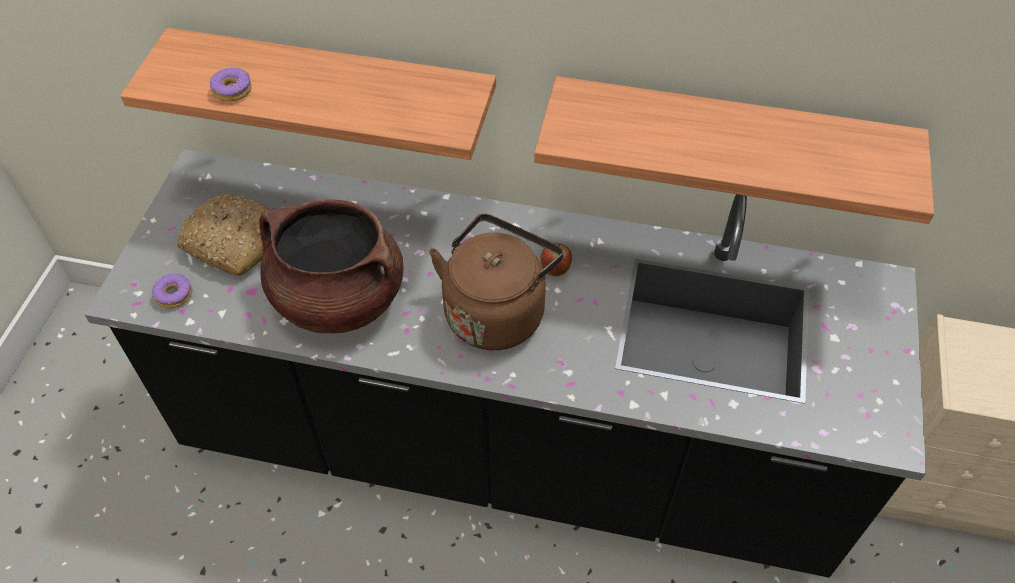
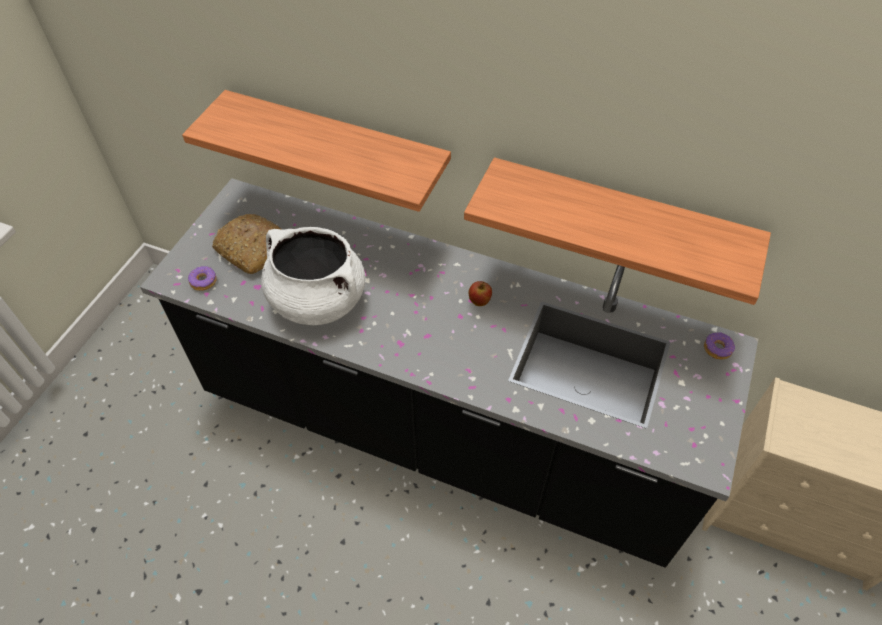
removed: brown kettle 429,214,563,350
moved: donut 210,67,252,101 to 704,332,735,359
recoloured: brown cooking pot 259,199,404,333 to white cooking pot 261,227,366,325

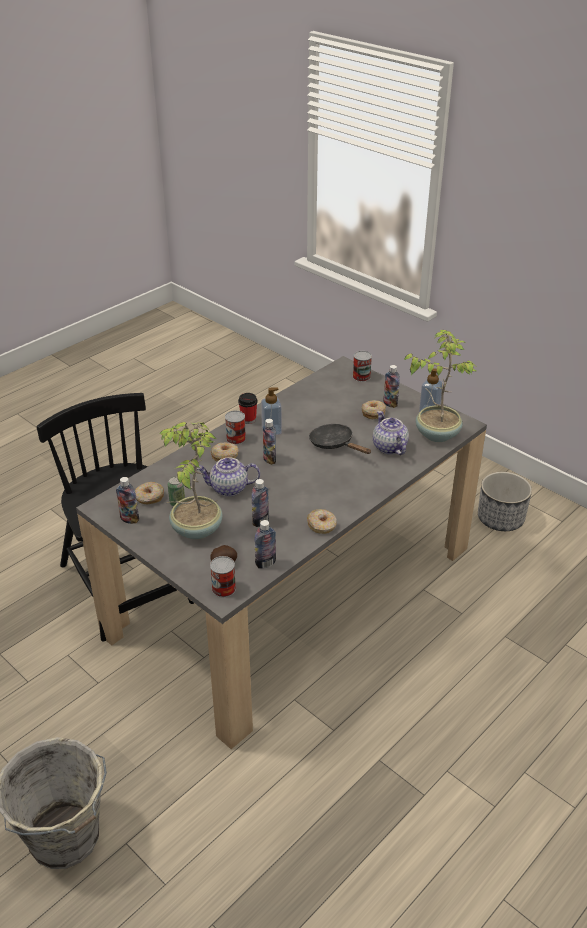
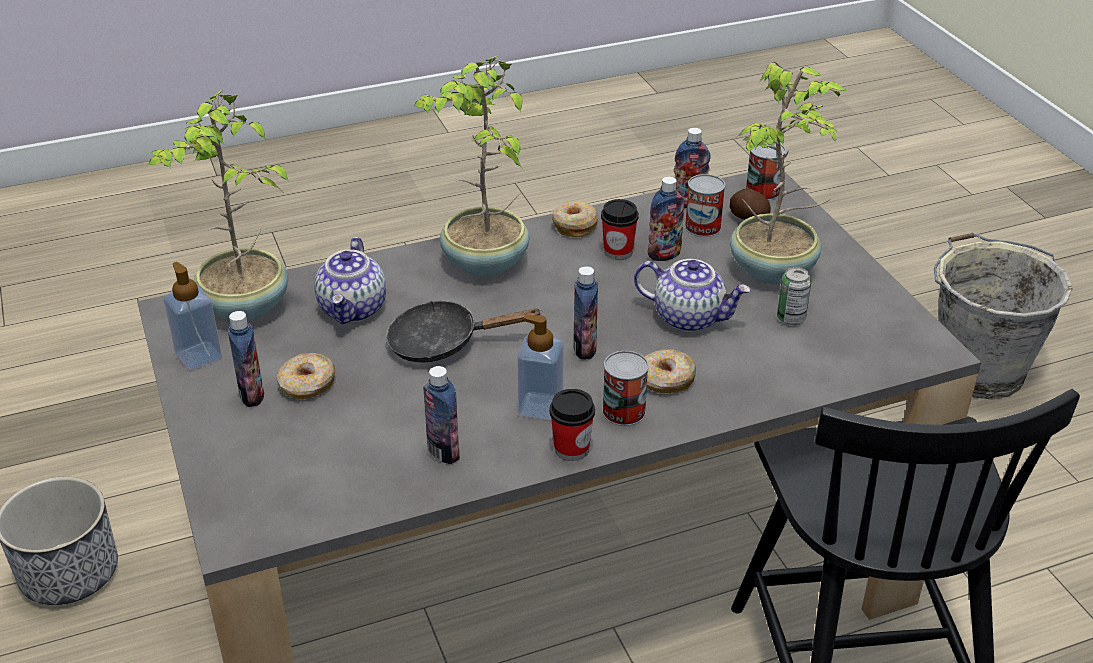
removed: donut 135,482,164,504
added: potted plant 413,56,529,277; cup 601,199,639,260
moved: bottle 116,477,139,524 to 423,366,460,464; can 353,351,372,382 to 685,174,725,237
turned: black frying pan 309,424,371,454 = 386,301,543,363 105 degrees clockwise

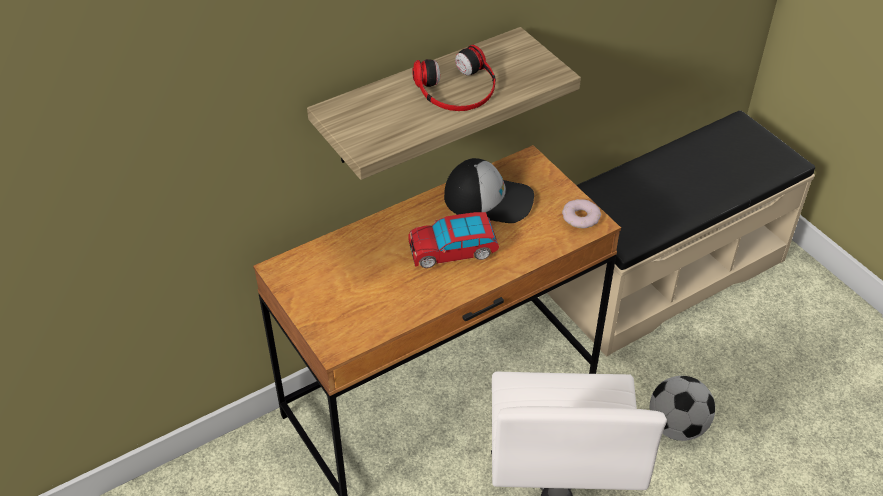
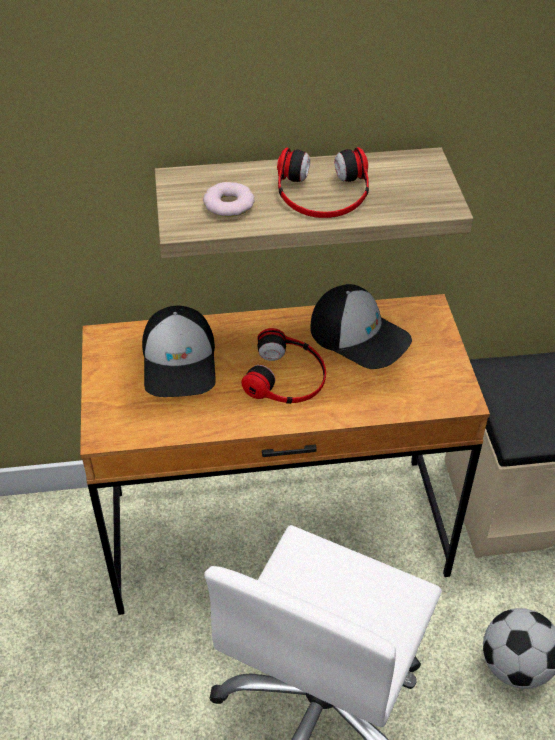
added: cap 142,306,216,397
moved: donut 562,199,601,228 to 203,182,254,217
replaced: toy car 408,212,499,268 to headphones 241,328,326,404

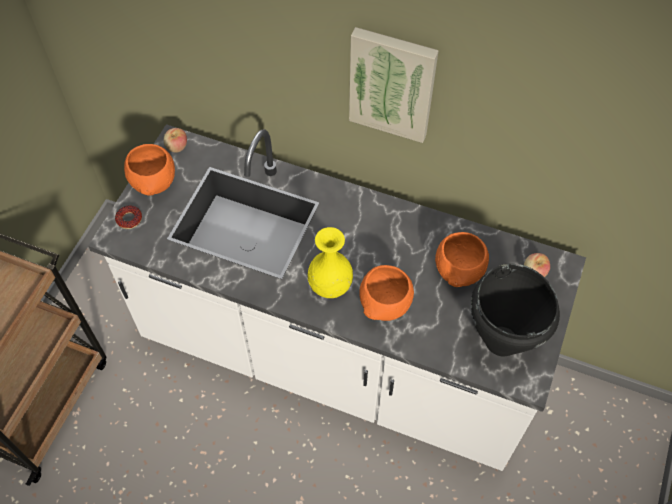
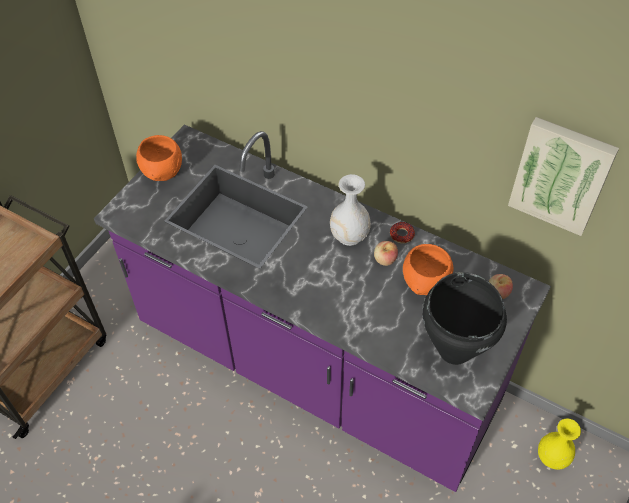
removed: orange bowl 359,265,414,321
added: white vase 330,174,371,246
moved: donut 115,205,142,229 to 390,222,415,244; apple 164,128,187,153 to 374,241,398,266; yellow vase 308,227,353,298 to 538,418,581,470; picture 349,27,439,143 to 508,117,619,236
recoloured: white counter 88,124,586,471 to purple counter 94,124,551,492

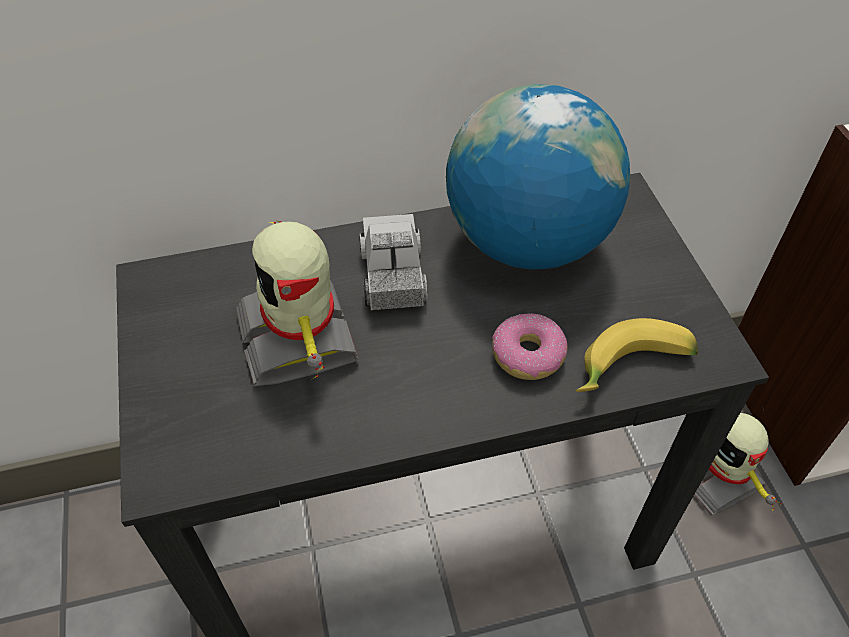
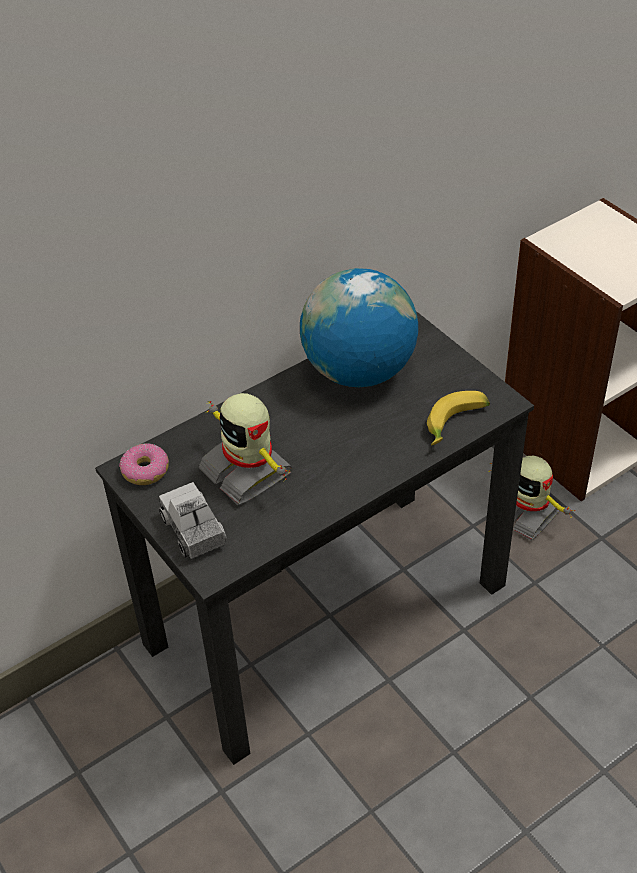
moved: toy truck 360,214,428,310 to 159,482,227,559; donut 492,313,568,380 to 119,443,169,485

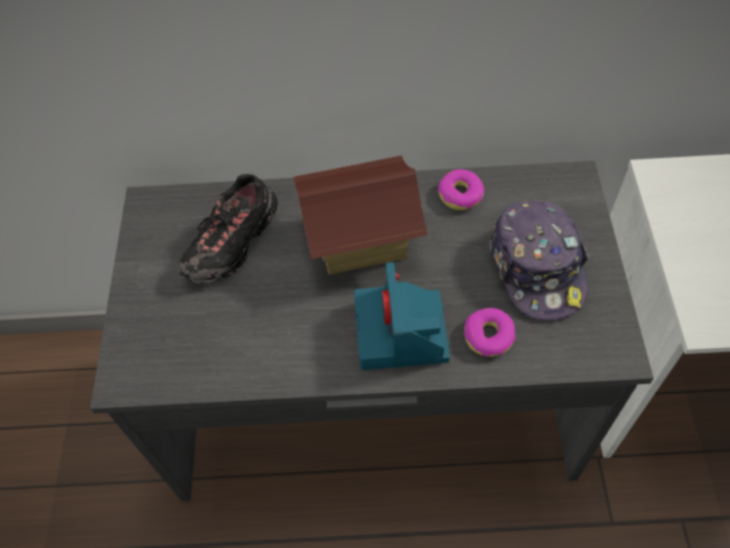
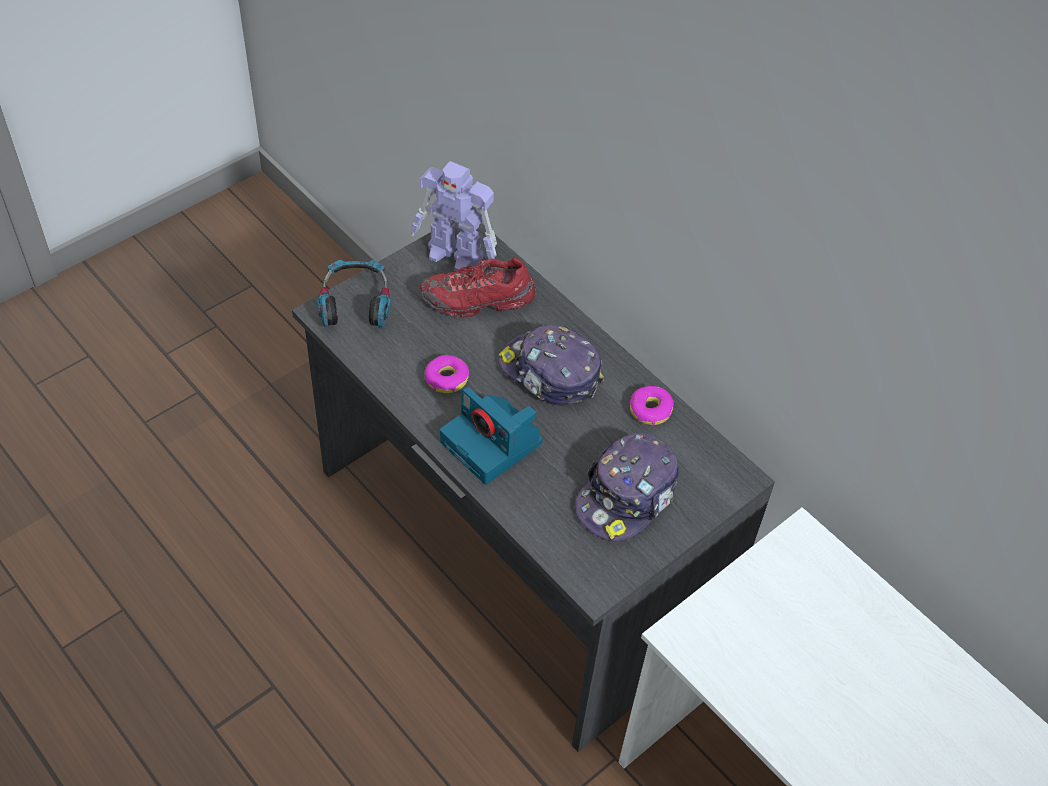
added: headphones 317,260,391,327; toy robot 411,161,497,271
moved: donut 464,308,515,357 to 425,355,469,393
replaced: toy house 293,155,428,275 to cap 498,324,604,406
recoloured: black shoe 179,174,278,284 to red shoe 420,257,536,318
turned: photo camera 354,262,450,370 = 440,387,543,485 90 degrees counterclockwise

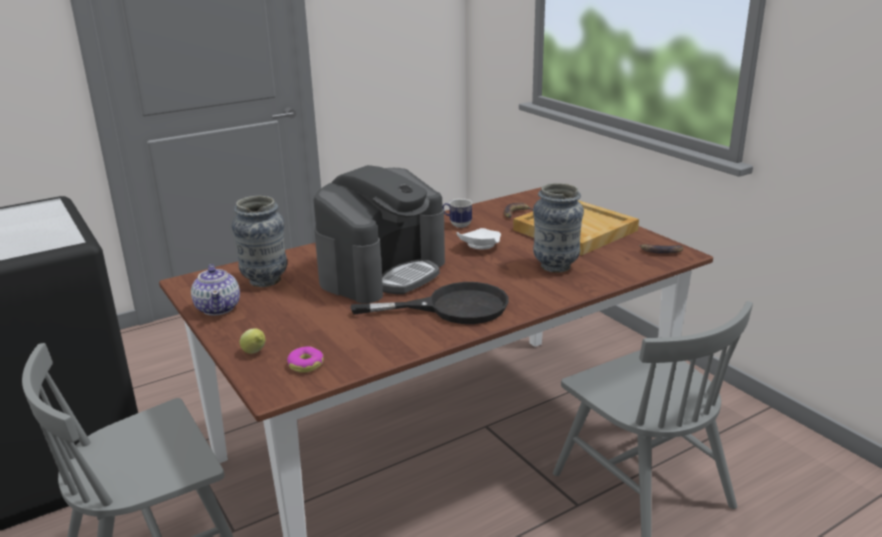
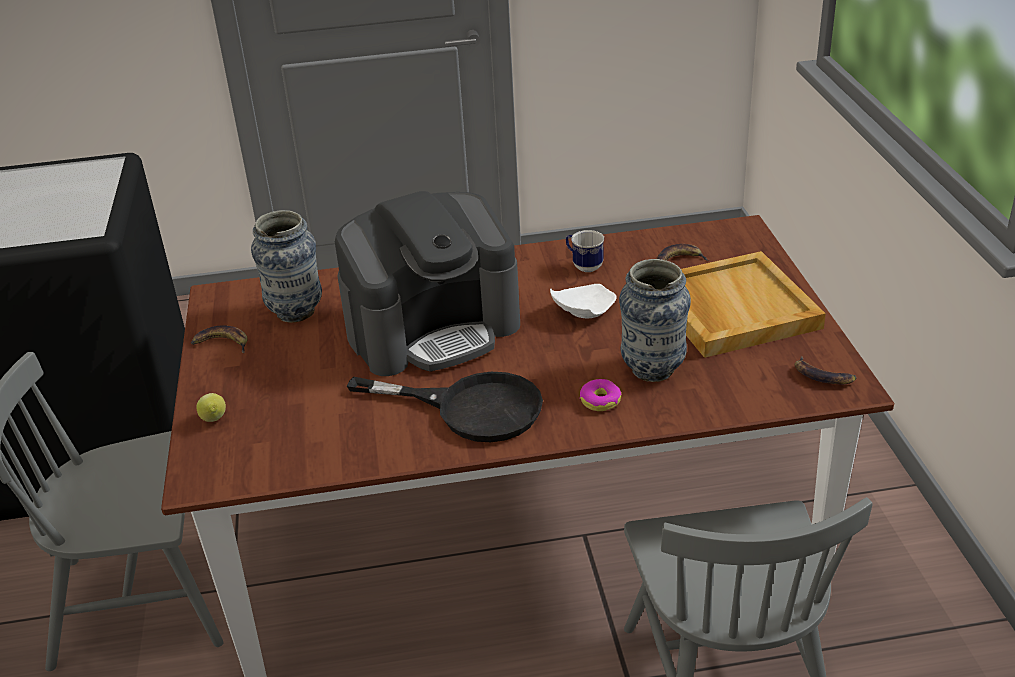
moved: donut 287,346,323,373 to 580,379,621,411
replaced: teapot 191,264,240,316 to banana 191,325,248,353

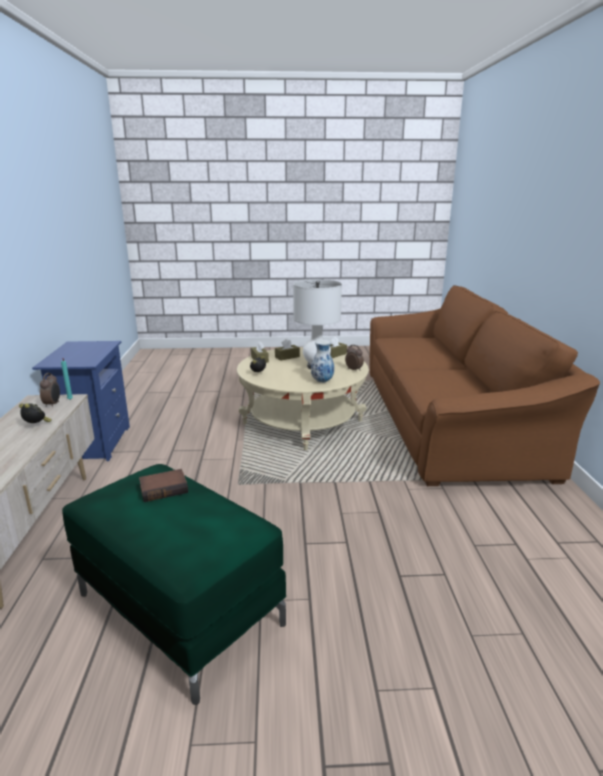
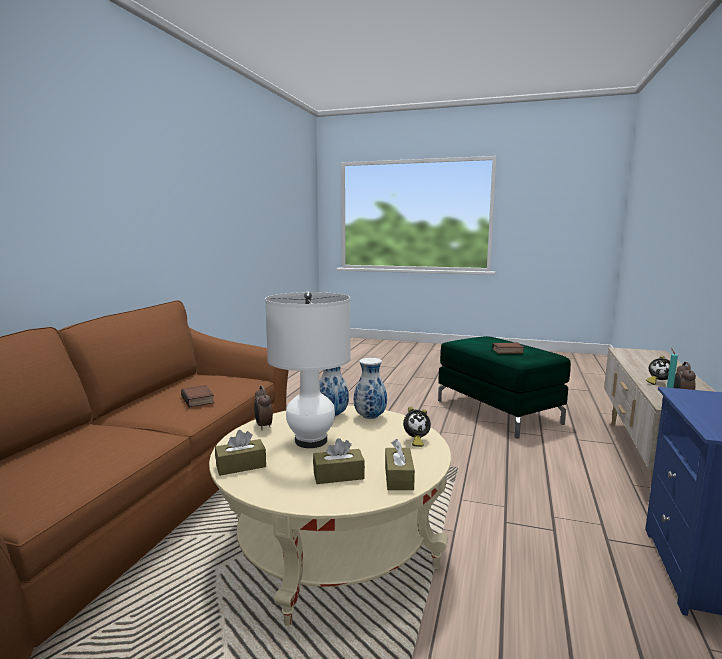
added: book 181,385,215,408; vase 354,358,387,419

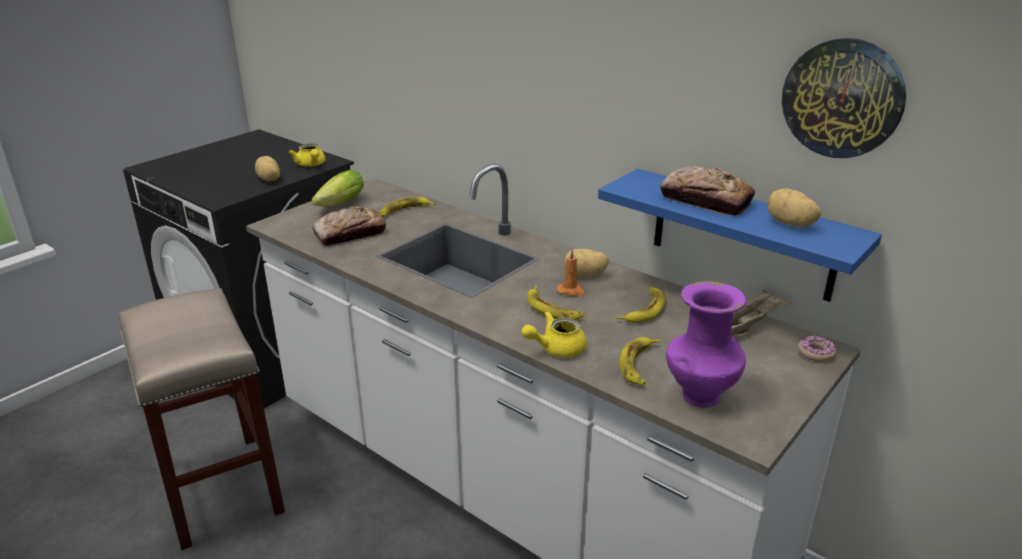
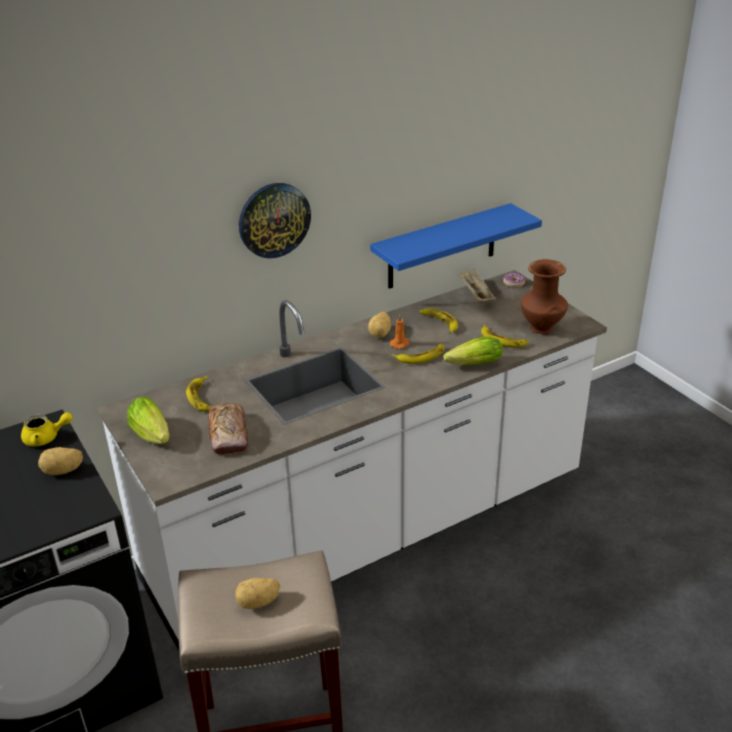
removed: bread 660,166,755,216
moved: potato 768,188,821,227 to 235,578,280,609; wall clock 782,38,906,158 to 239,183,311,258
replaced: yellow teapot 522,311,587,357 to lettuce 443,336,503,365
recoloured: purple vase 666,281,746,408 to brown vase 521,259,568,335

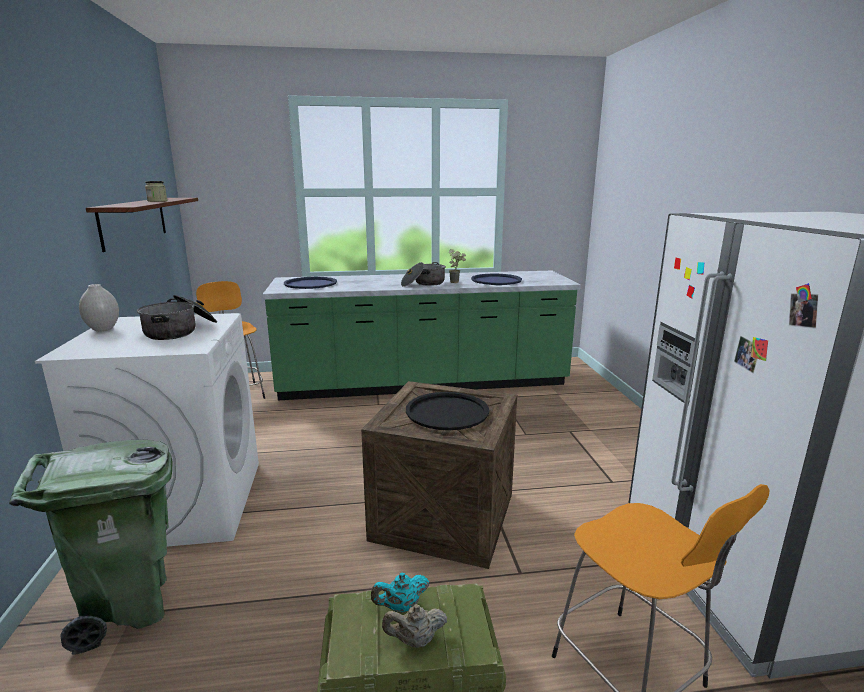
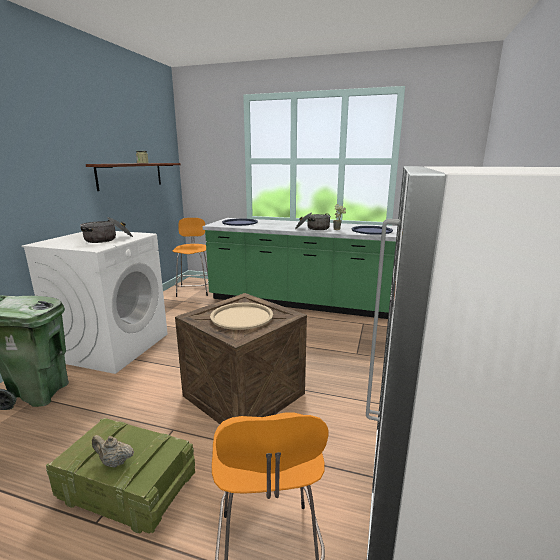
removed: white vase 79,284,119,332; turquoise teapot 371,572,429,613
recoloured: black tray 406,392,490,430 to beige tray 210,303,273,330

